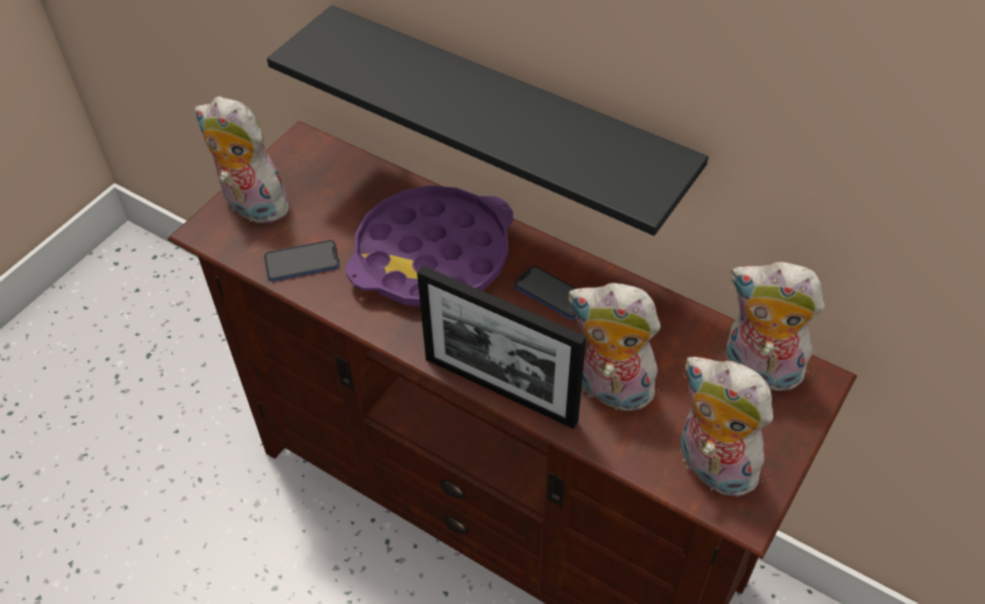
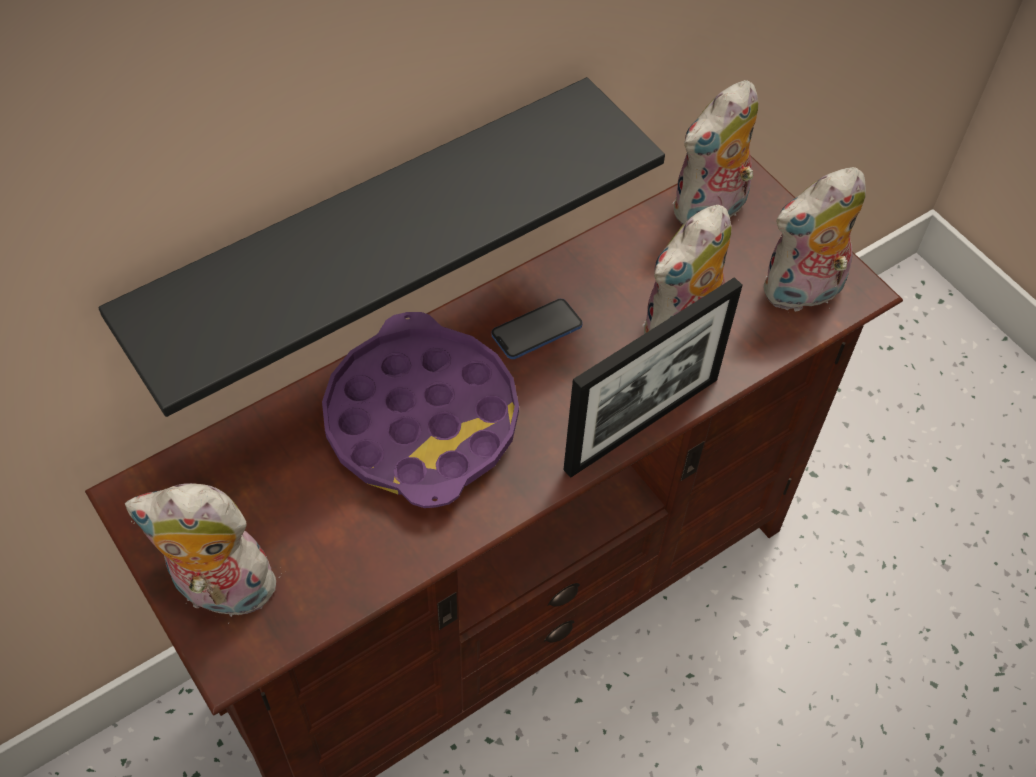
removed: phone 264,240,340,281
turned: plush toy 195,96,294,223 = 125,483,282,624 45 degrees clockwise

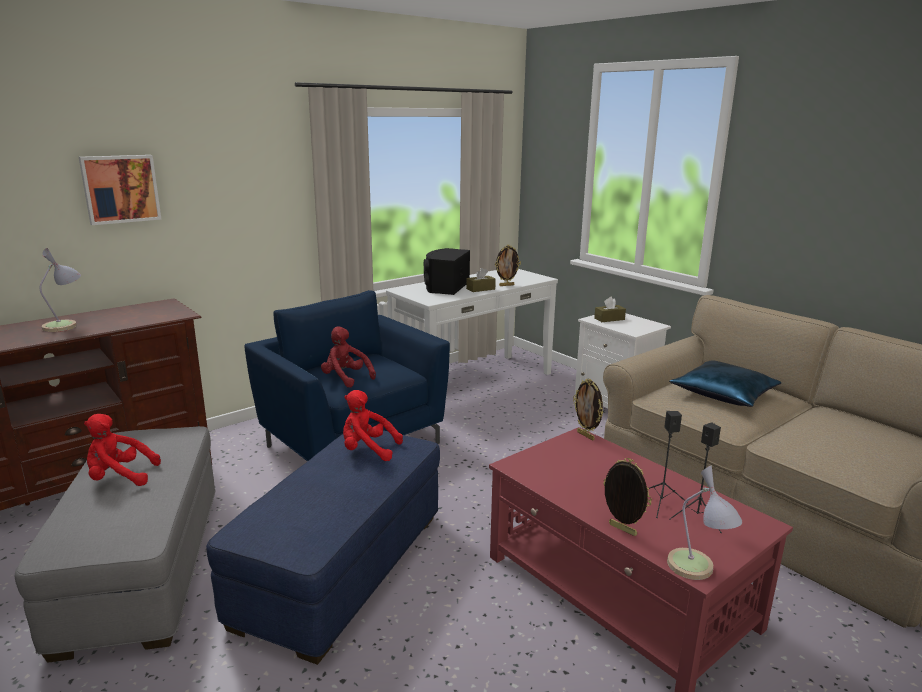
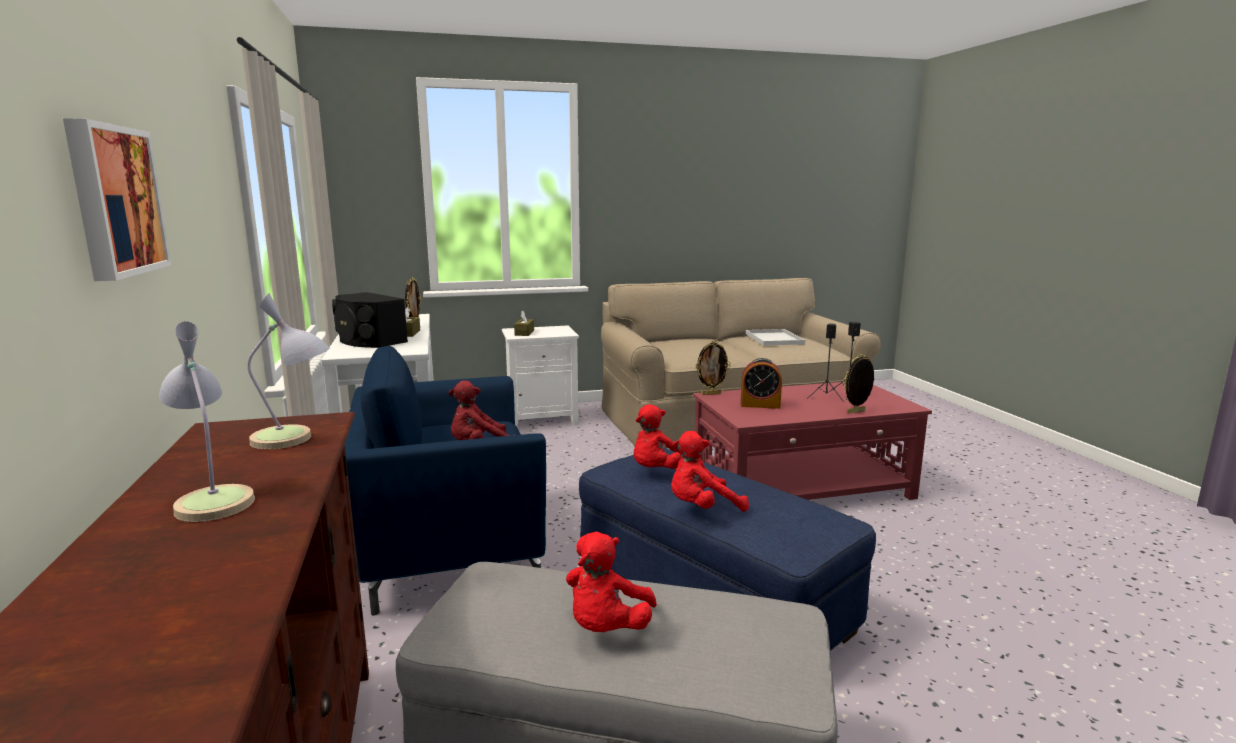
removed: blue pillow 669,360,781,407
added: red plush toy 671,431,749,512; alarm clock 741,358,782,409; white tray 746,329,805,346
moved: table lamp 667,465,743,580 to 247,293,330,450

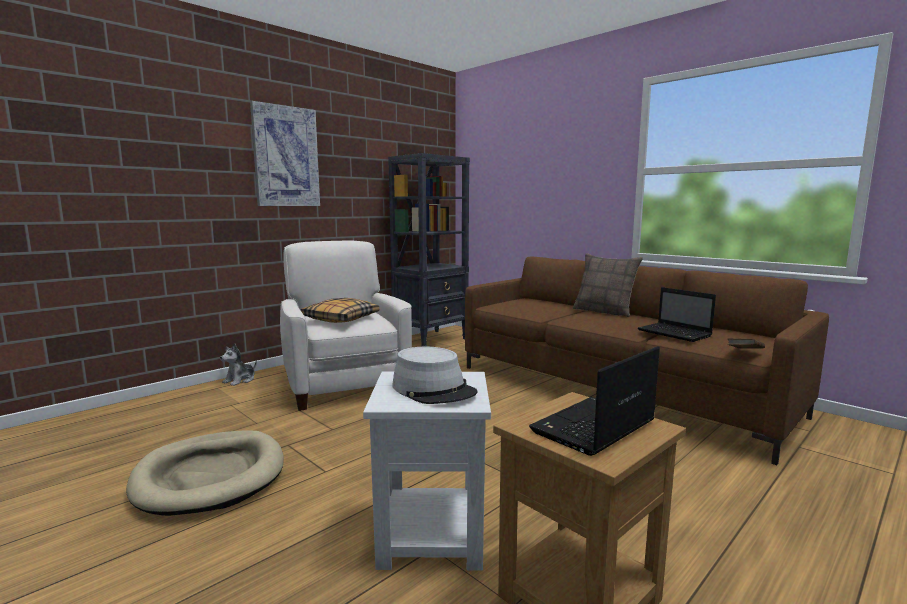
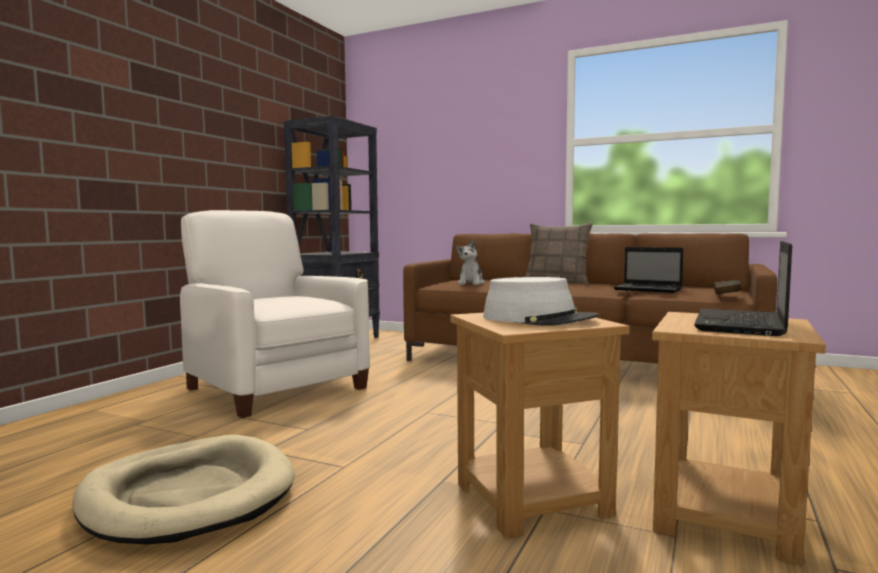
removed: picture 250,101,320,206; pillow 301,298,379,323
moved: plush toy 220,343,257,386 to 456,240,485,285
recoloured: white side table 363,371,491,570 to brown side table 450,313,630,539

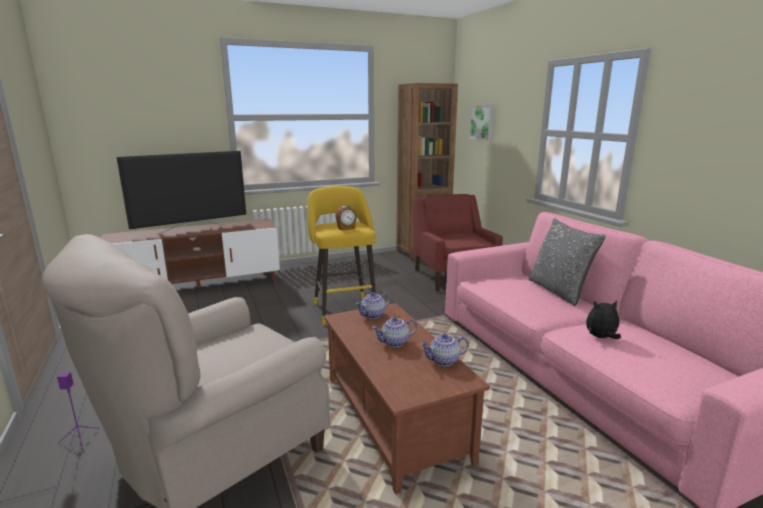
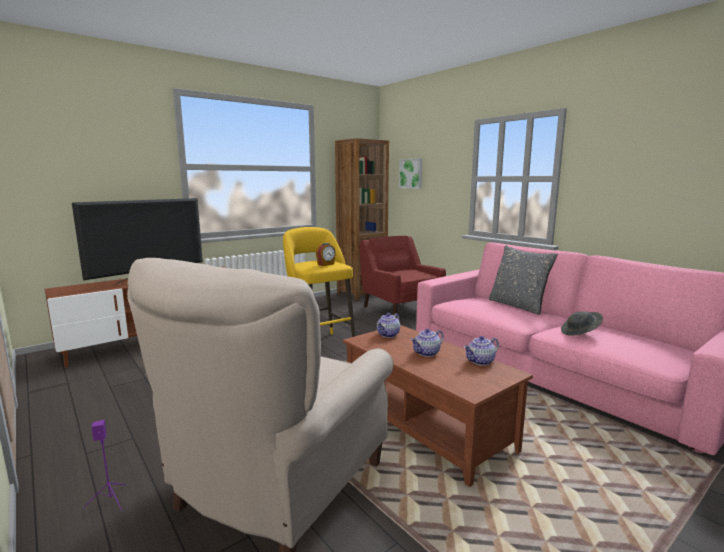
replaced: plush toy 586,301,621,339 to grey hat 561,311,603,336

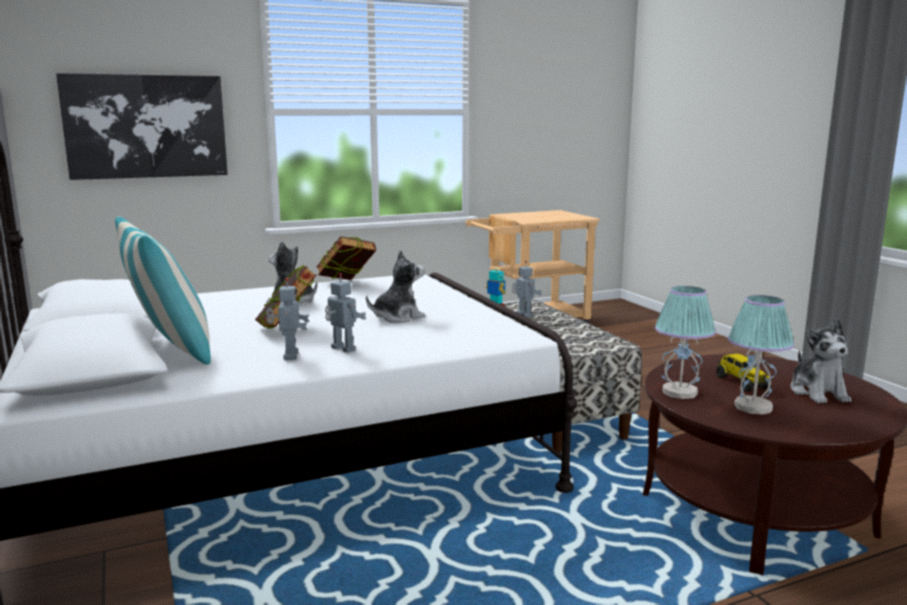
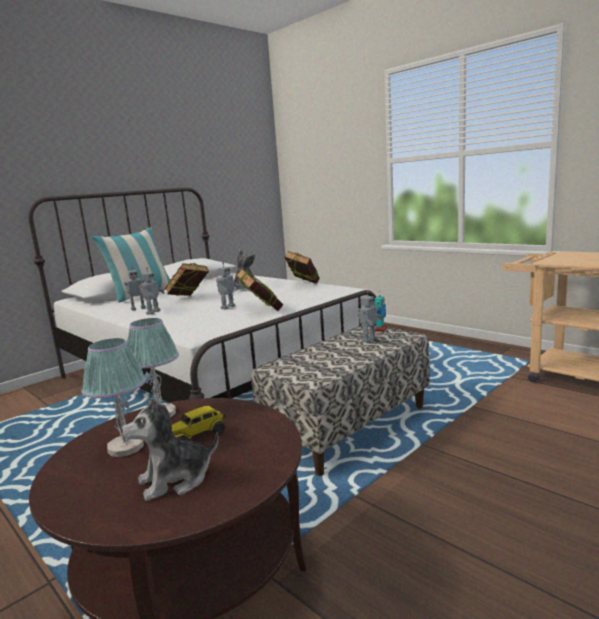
removed: picture 56,73,228,180
added: book 236,268,284,311
replaced: plush toy 366,250,425,323 to toy robot 216,262,240,310

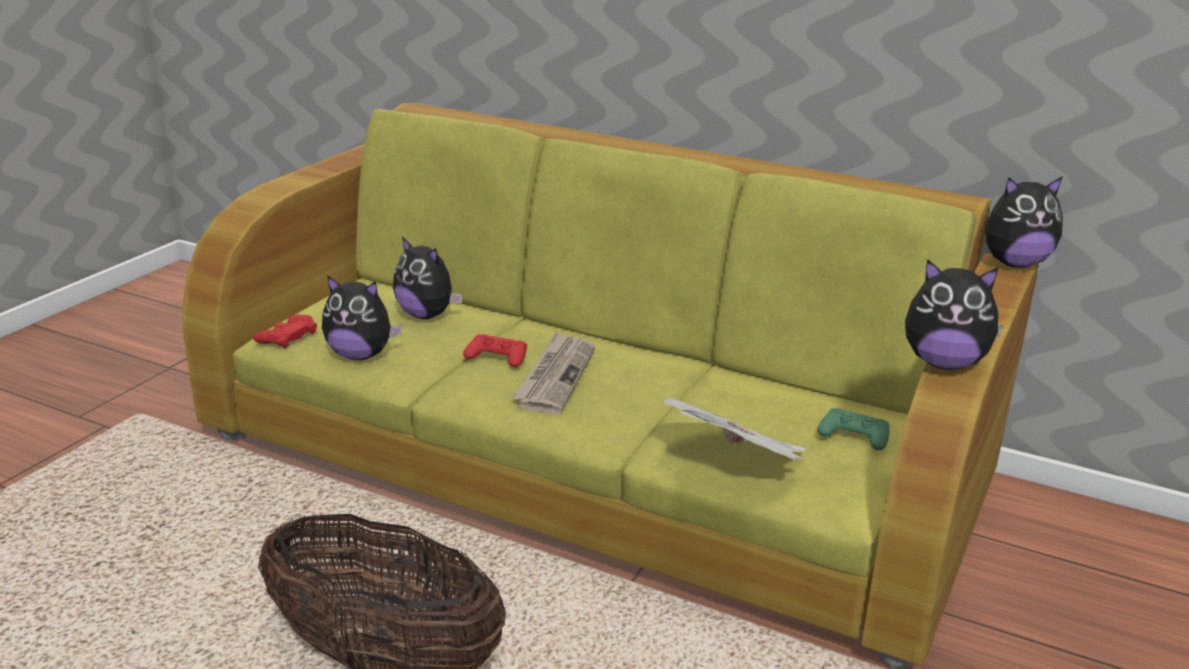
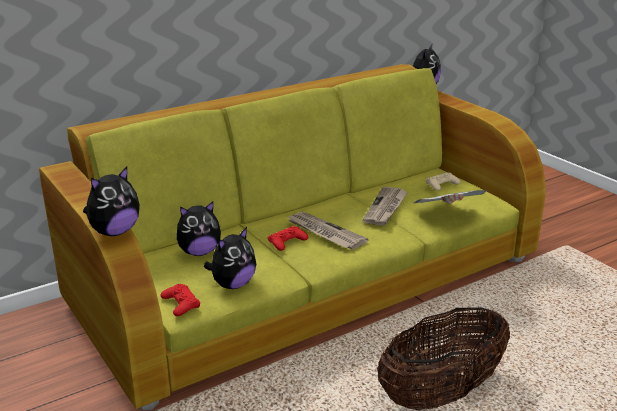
added: newspaper 362,187,408,226
moved: plush toy 905,259,1004,370 to 83,167,140,236
recoloured: green game controller 817,408,889,450 to beige game controller 425,173,461,191

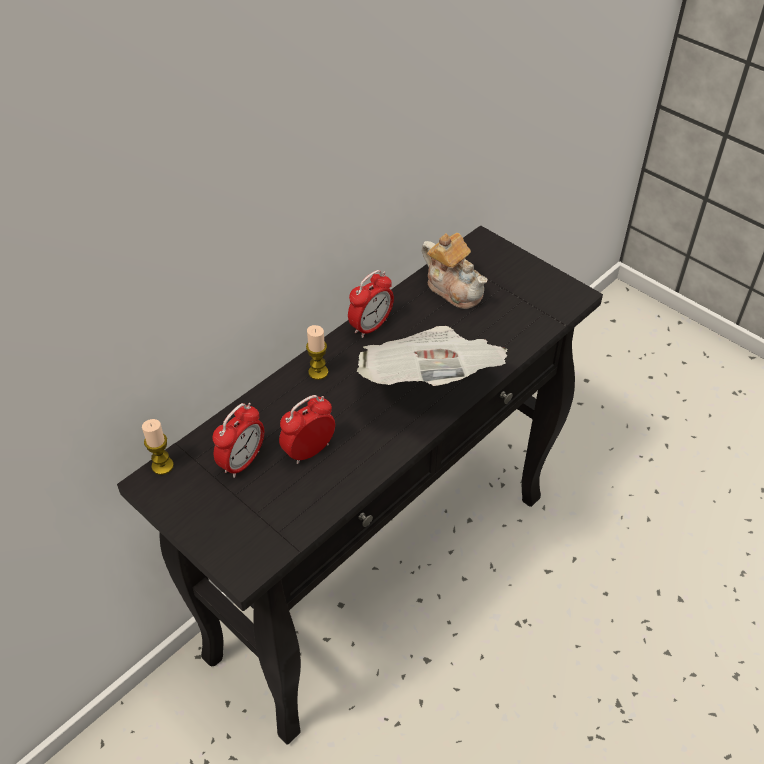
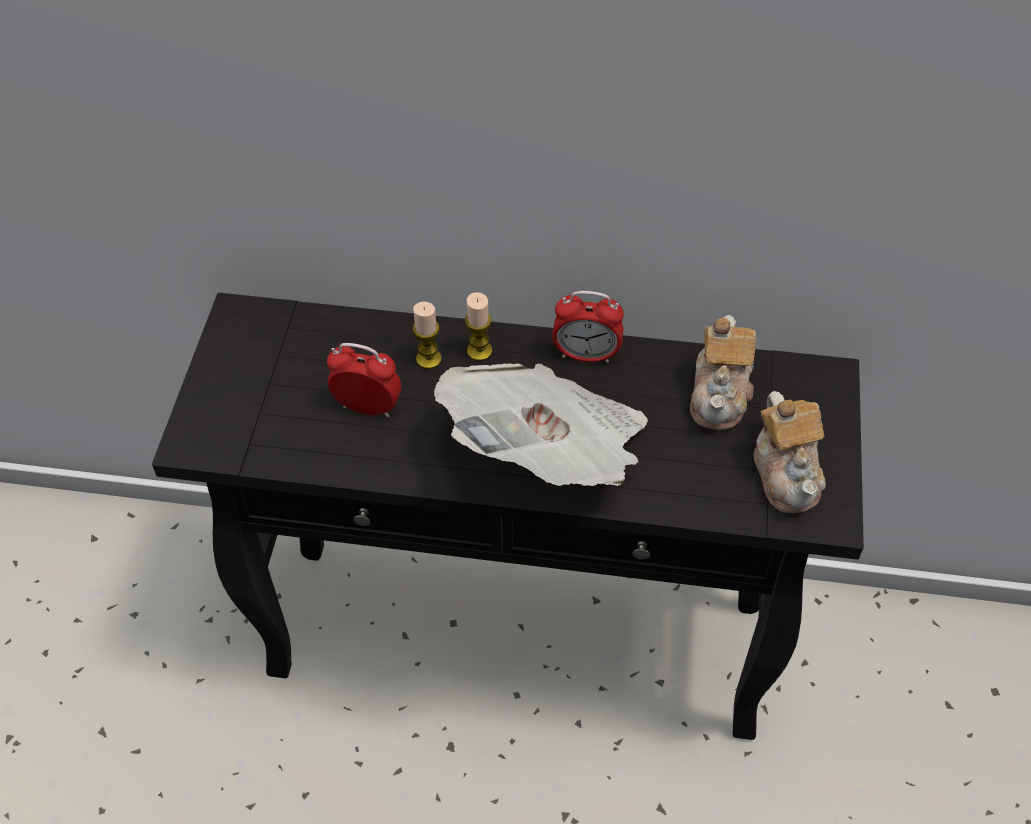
removed: alarm clock 213,403,264,478
added: teapot 754,391,826,513
moved: candle 142,419,174,475 to 413,302,442,369

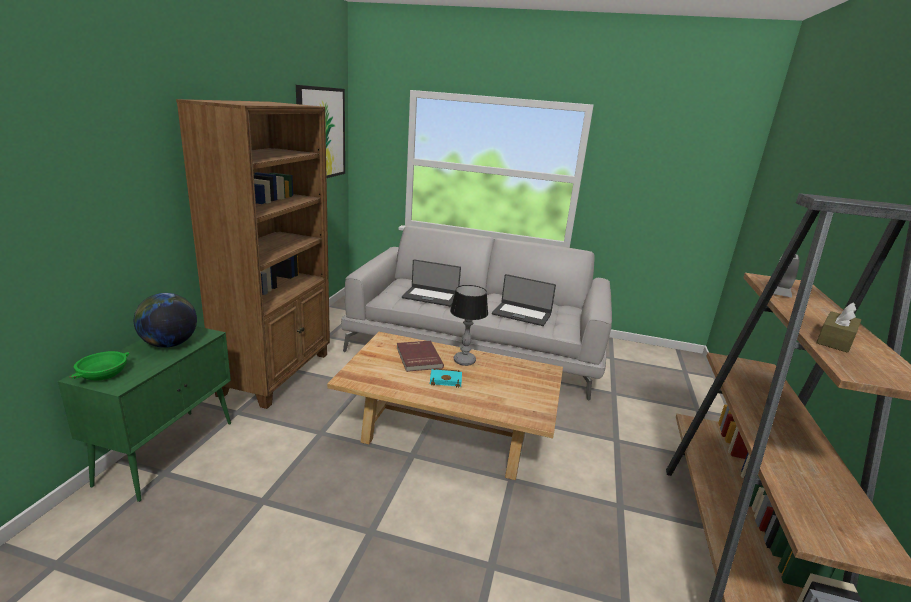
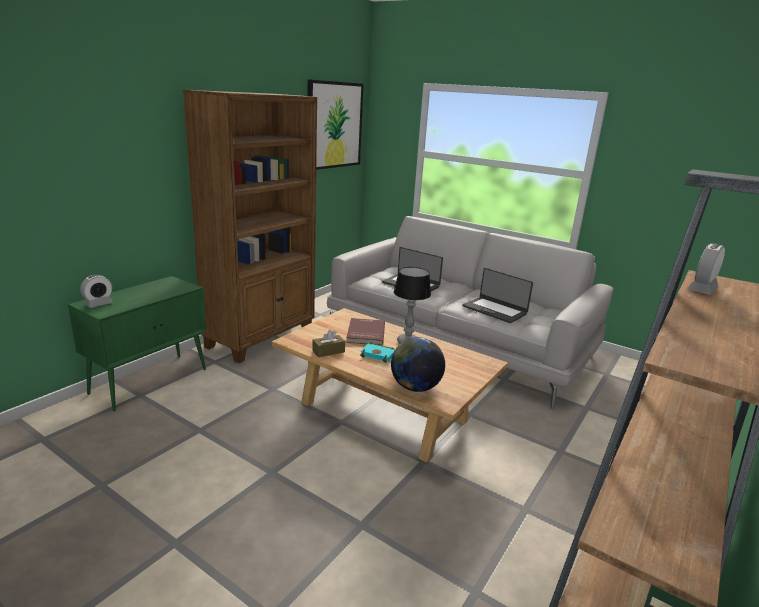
moved: globe 134,293,197,348 to 391,337,445,392; brown tissue box 816,302,861,353 to 312,330,345,357
replaced: green bowl 69,351,130,380 to alarm clock 80,275,112,308

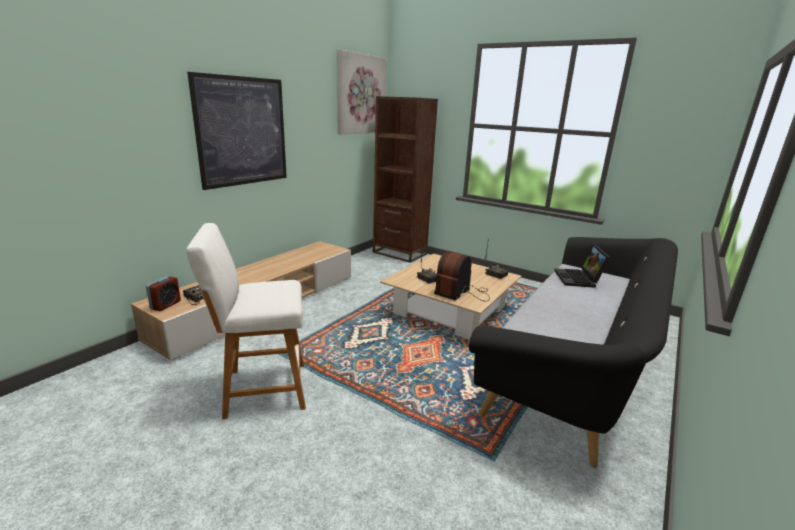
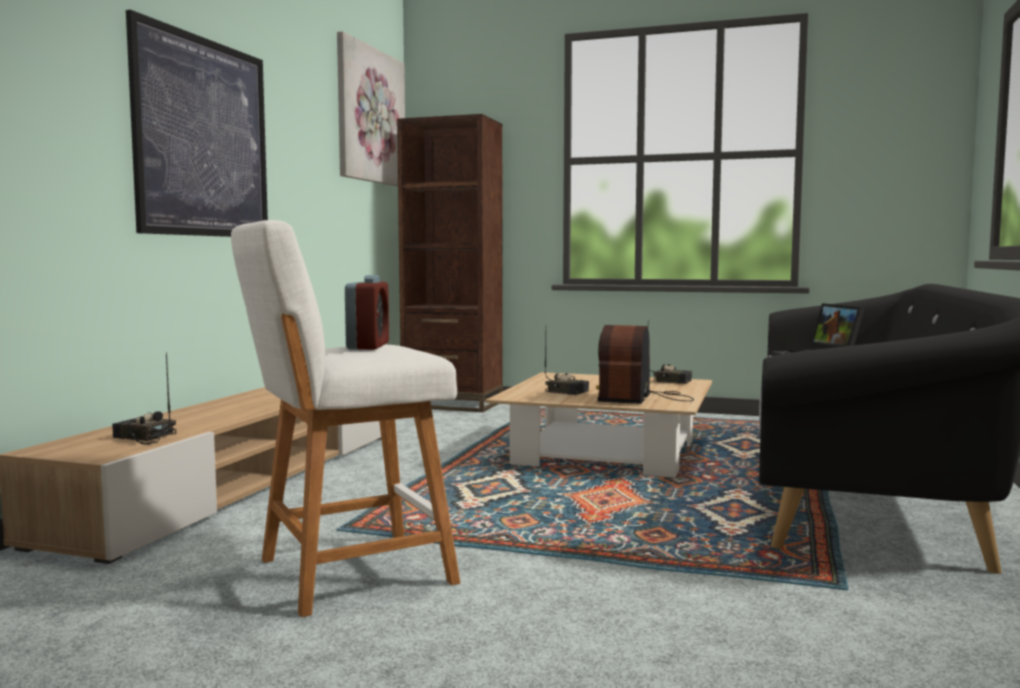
moved: alarm clock 146,276,181,311 to 345,275,389,350

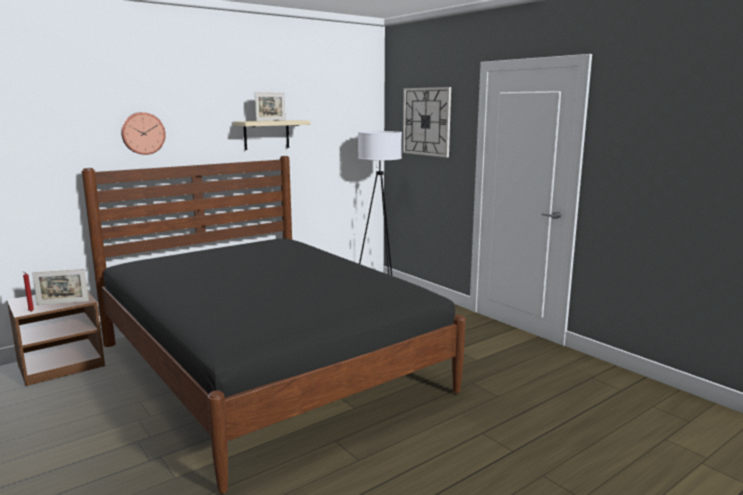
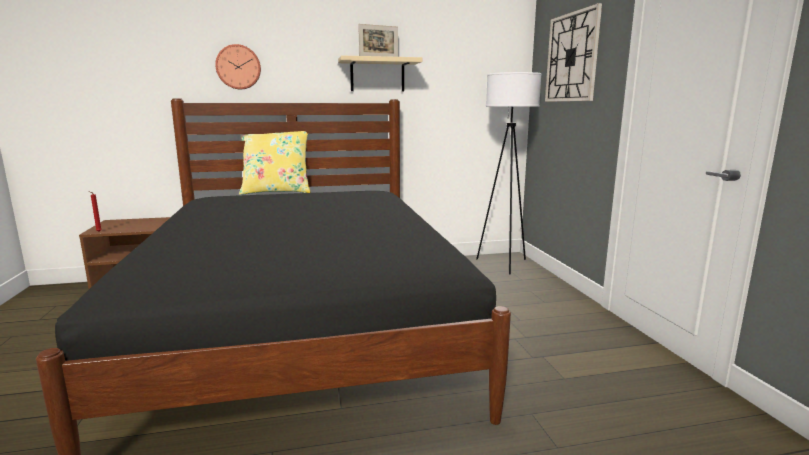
removed: picture frame 32,269,89,305
added: yellow pillow 239,131,311,195

